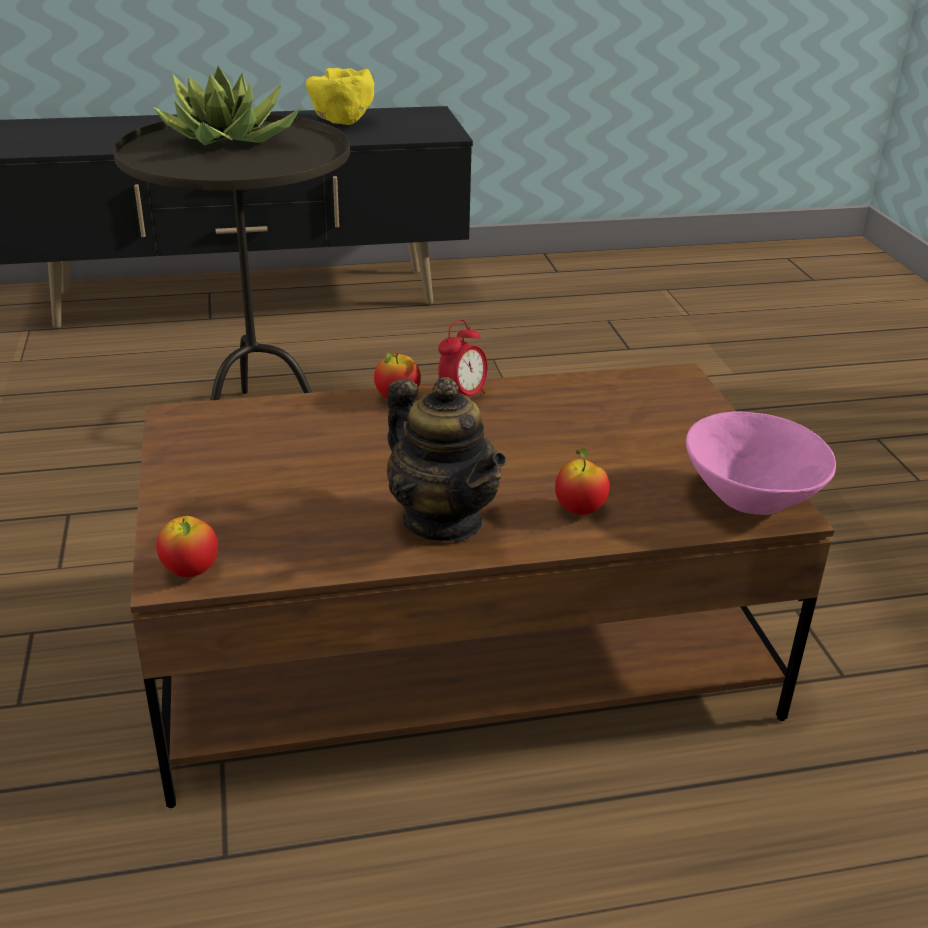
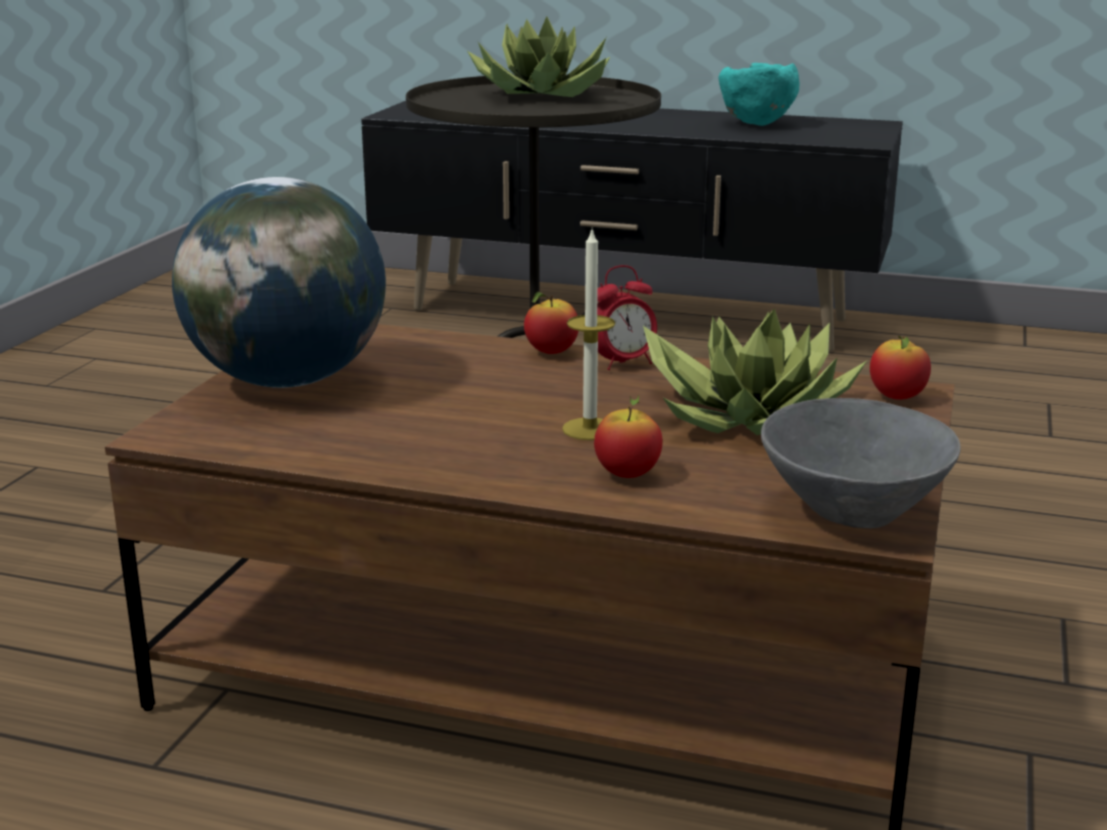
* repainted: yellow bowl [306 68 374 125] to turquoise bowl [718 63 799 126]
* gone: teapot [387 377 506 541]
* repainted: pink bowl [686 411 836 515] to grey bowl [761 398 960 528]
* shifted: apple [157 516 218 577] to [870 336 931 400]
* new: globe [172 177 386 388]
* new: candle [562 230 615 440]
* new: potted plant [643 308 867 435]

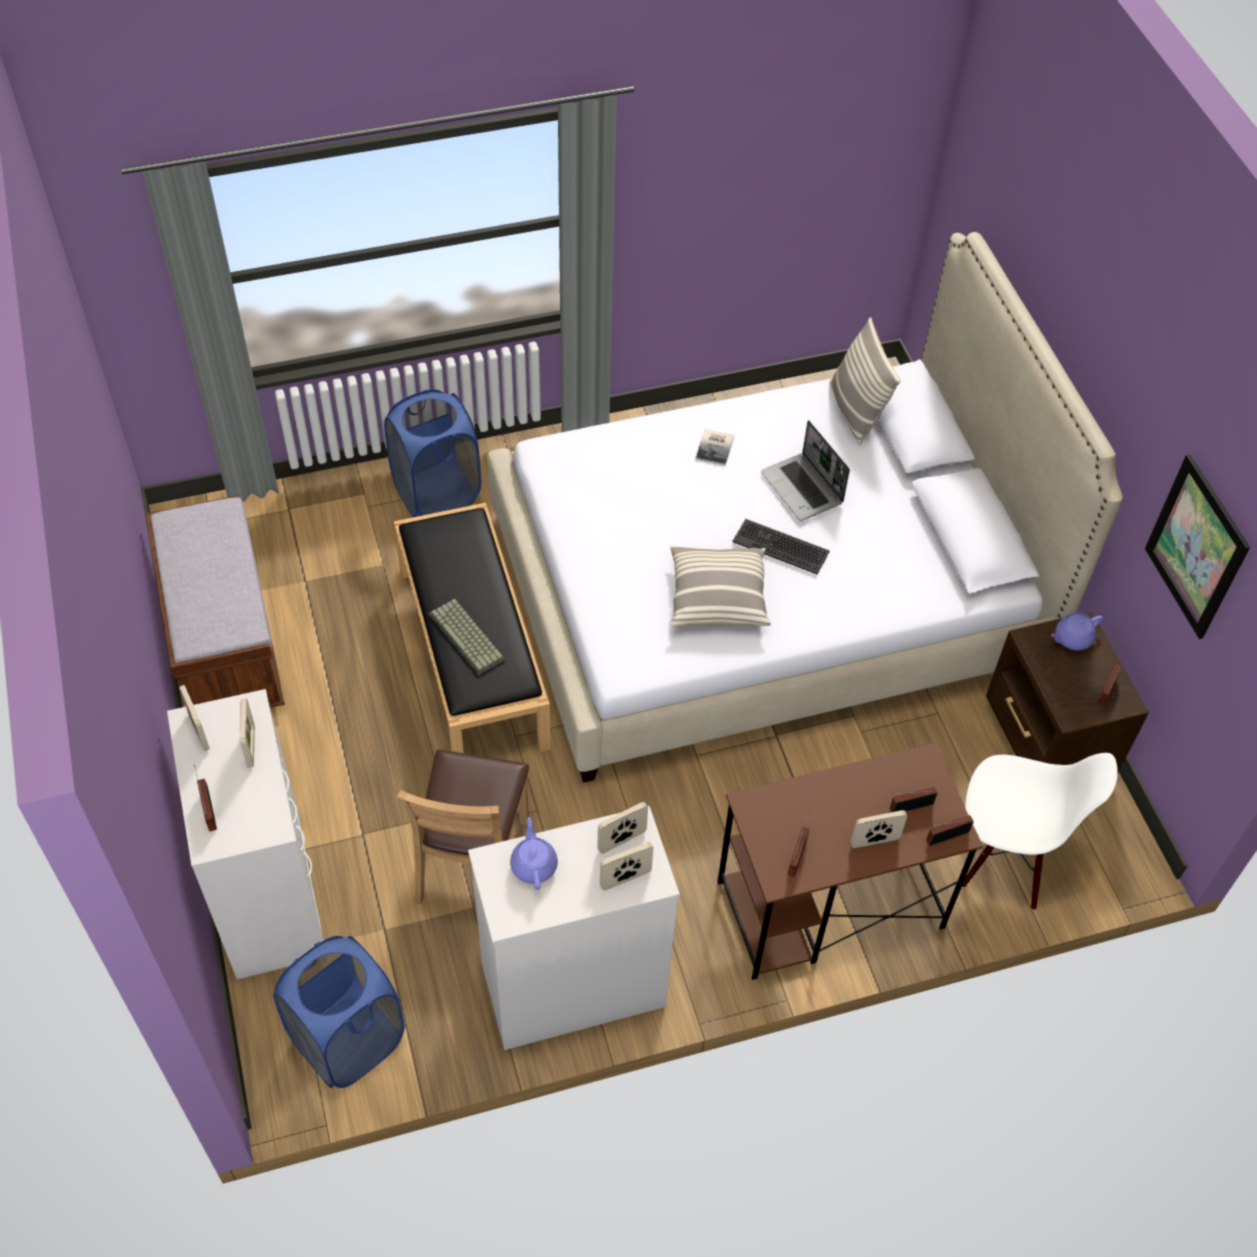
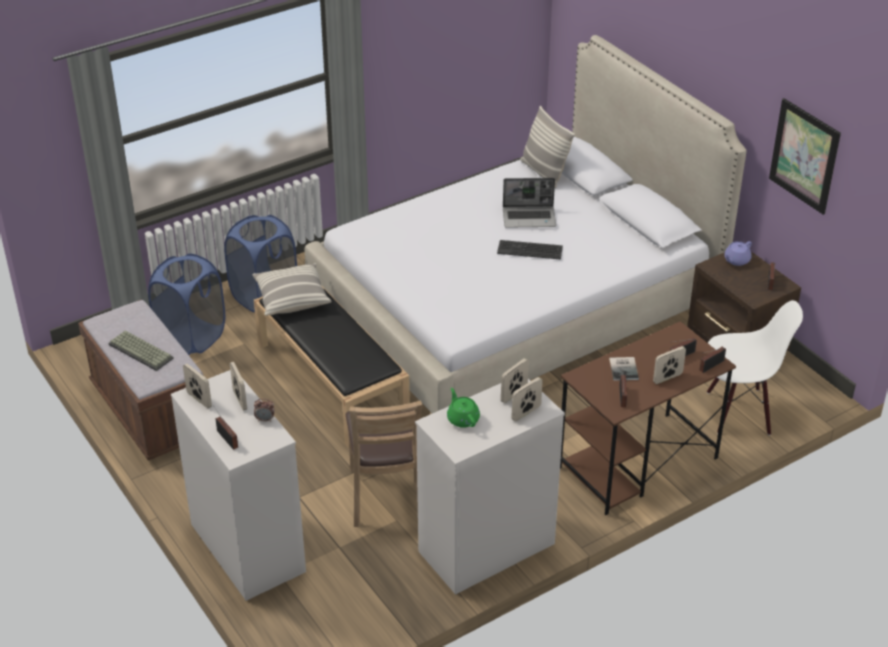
* rotated: laptop [761 420 850 521] = [503 178 556 228] 45 degrees counterclockwise
* shifted: book [695 429 734 466] to [609 357 639 381]
* shifted: pillow [670 545 771 626] to [252 263 332 316]
* shifted: keyboard [428 599 506 676] to [108 330 174 371]
* repainted: purple teapot [510 817 558 890] to green teapot [447 388 480 428]
* shifted: blue laundry basket [273 936 405 1088] to [148 253 225 355]
* new: alarm clock [254 399 274 422]

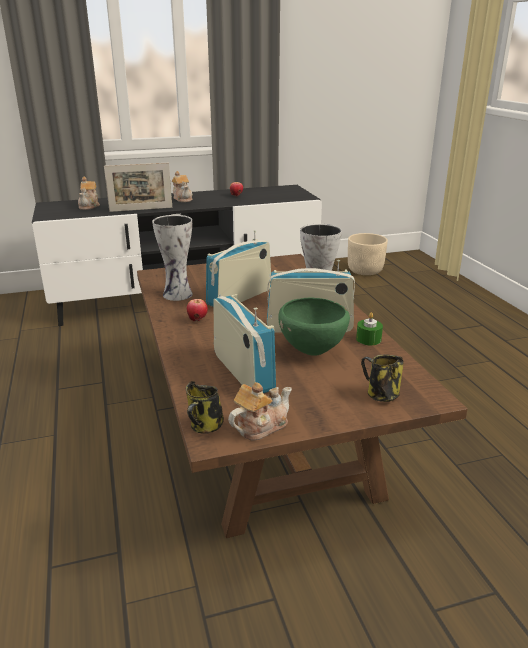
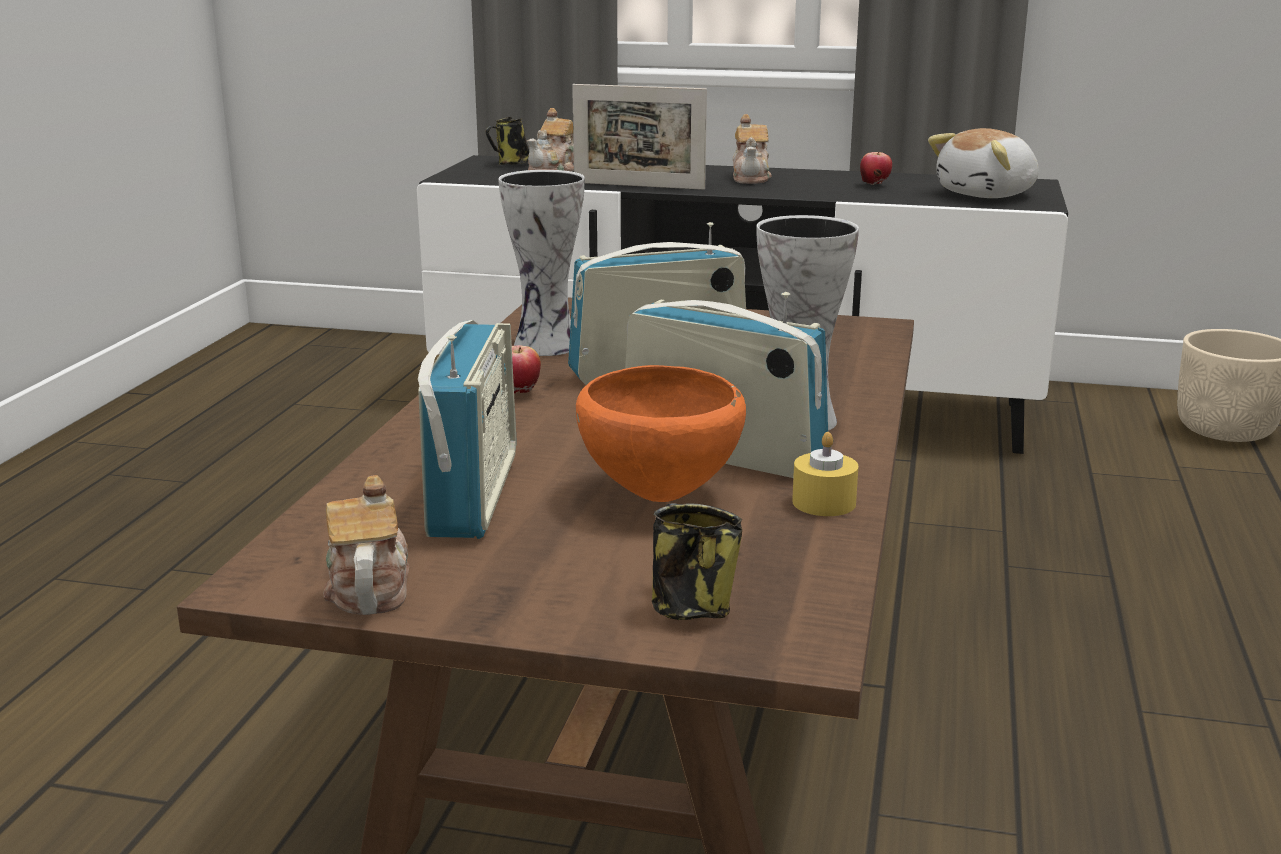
* repainted: green bowl [278 298 350 356] to orange bowl [576 365 746 502]
* repainted: green candle [356 312 383 345] to yellow candle [792 432 859 516]
* shifted: mug [186 381 224 434] to [485 117 529 165]
* rotated: teapot [228 382 292 440] = [323 475 409 615] 90 degrees counterclockwise
* new: plush toy [928 128 1039 198]

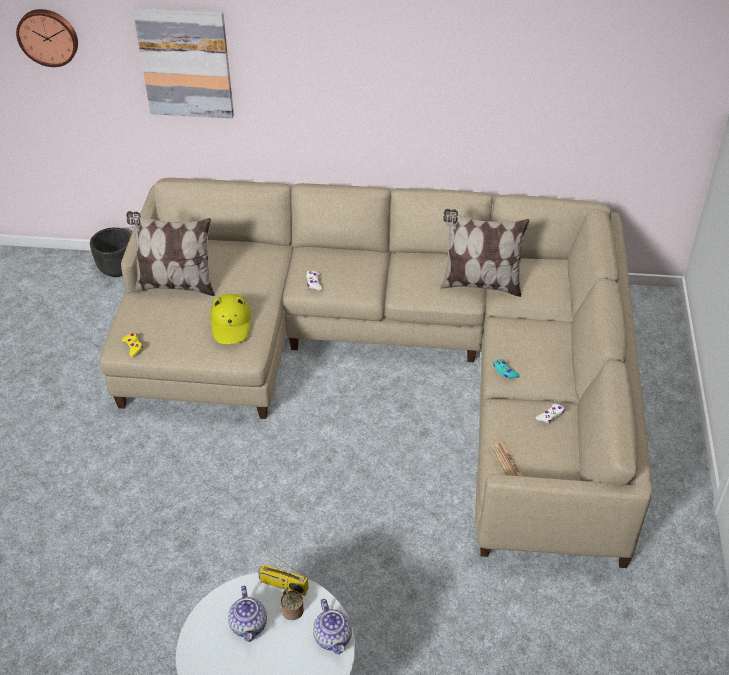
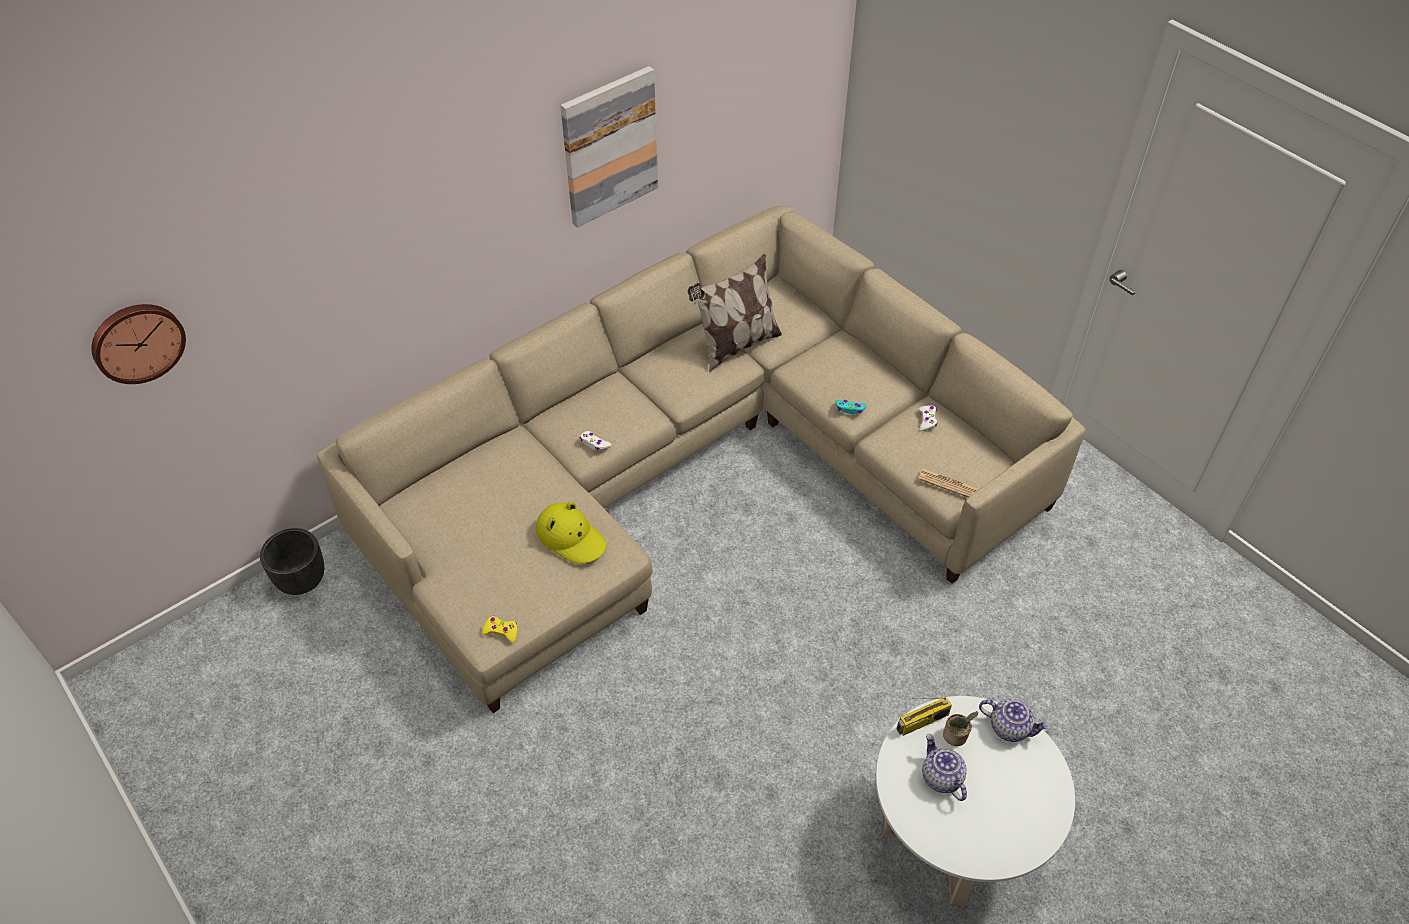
* shifted: picture [133 8 234 118] to [560 66 658 228]
* gone: pillow [126 211 215 296]
* rotated: teapot [228 586 267 642] = [922 733 967 801] 150 degrees counterclockwise

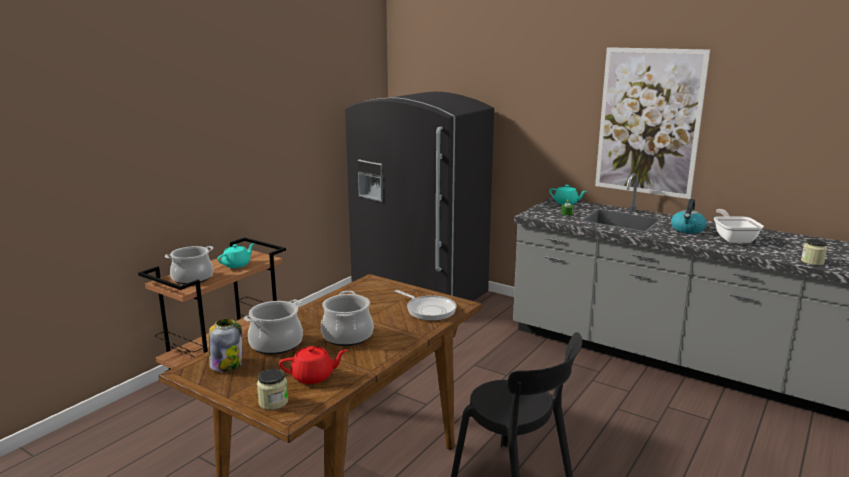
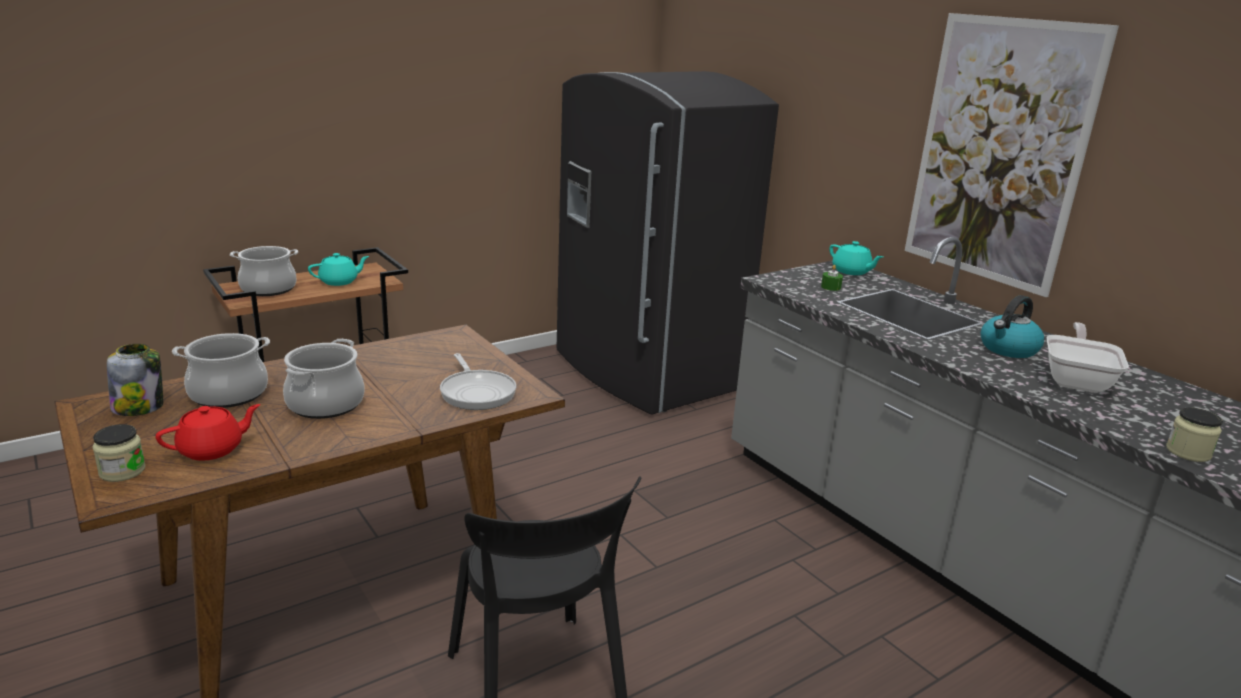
* rotated: red teapot [279 346 347 384] = [156 404 261 461] 45 degrees counterclockwise

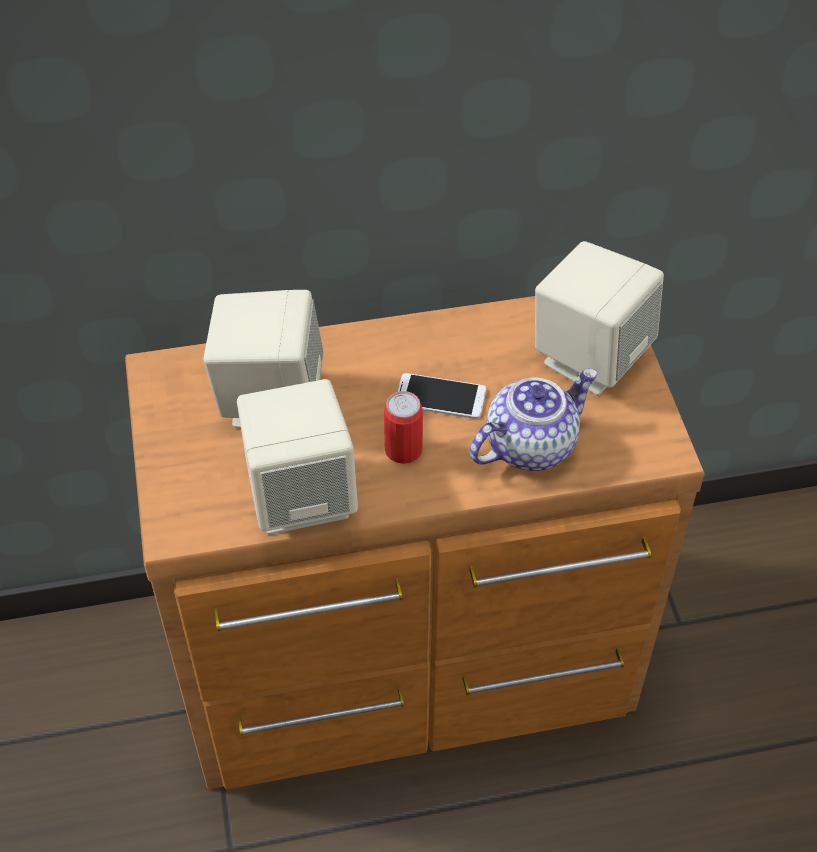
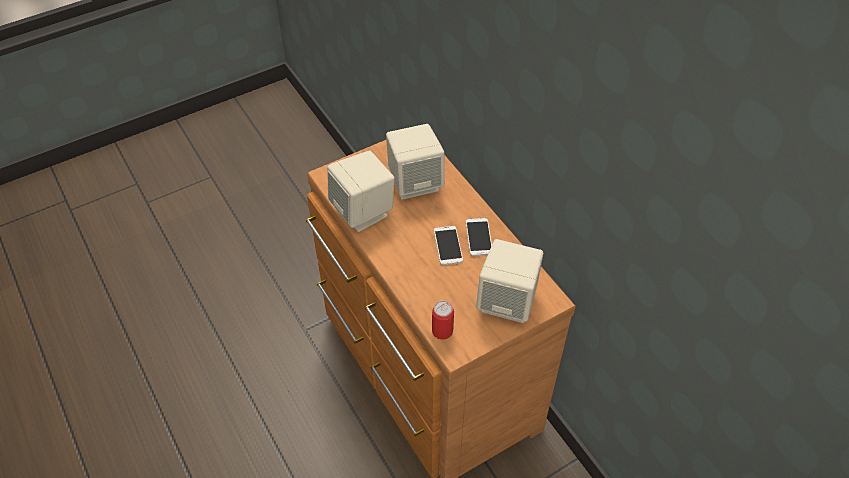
* gone: teapot [469 368 598 471]
* shifted: can [384 391 423 464] to [432 301 454 340]
* new: phone [466 218 492 256]

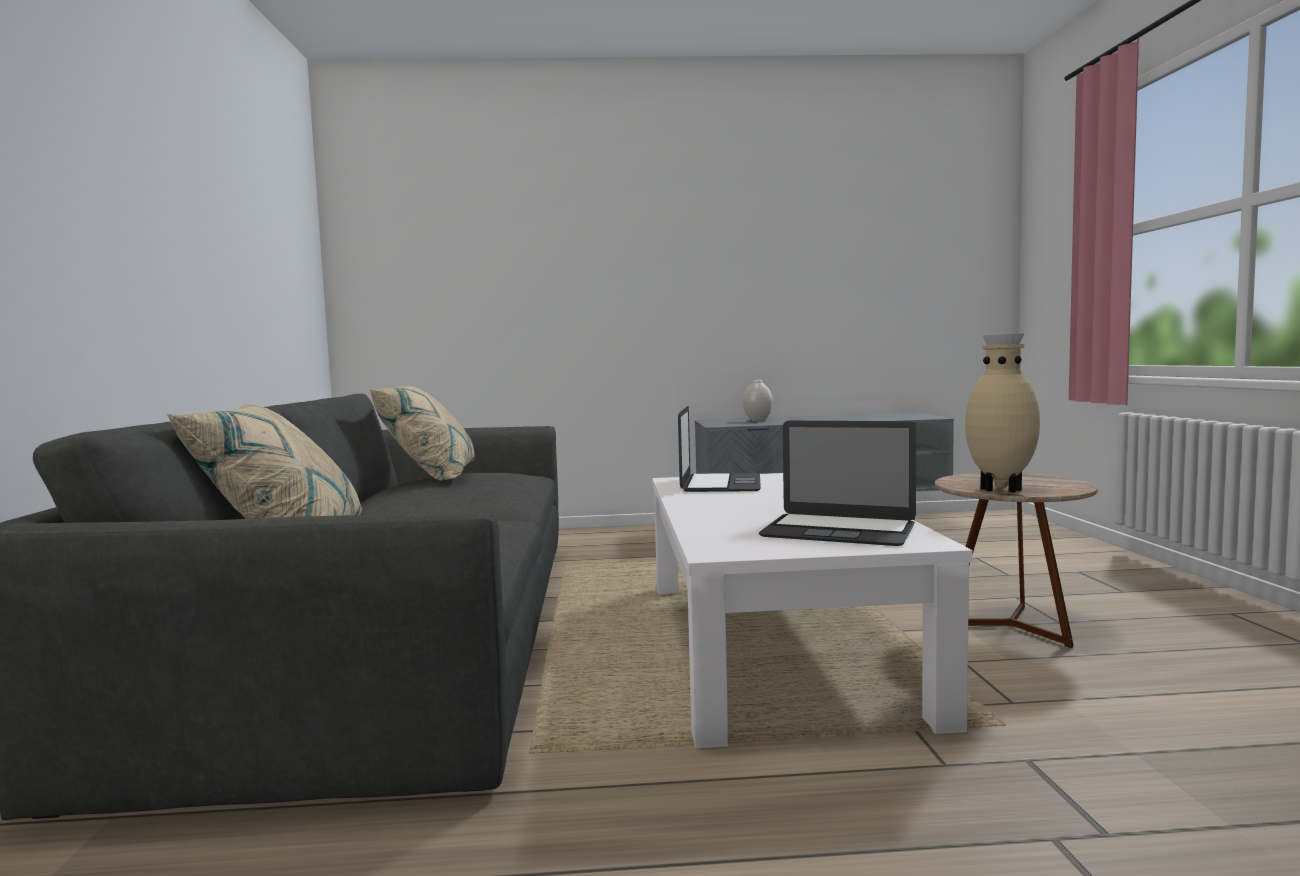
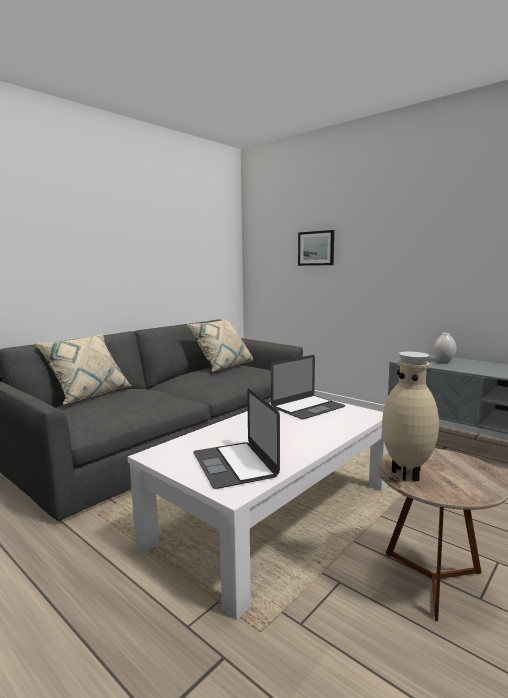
* new: picture [298 230 334 266]

